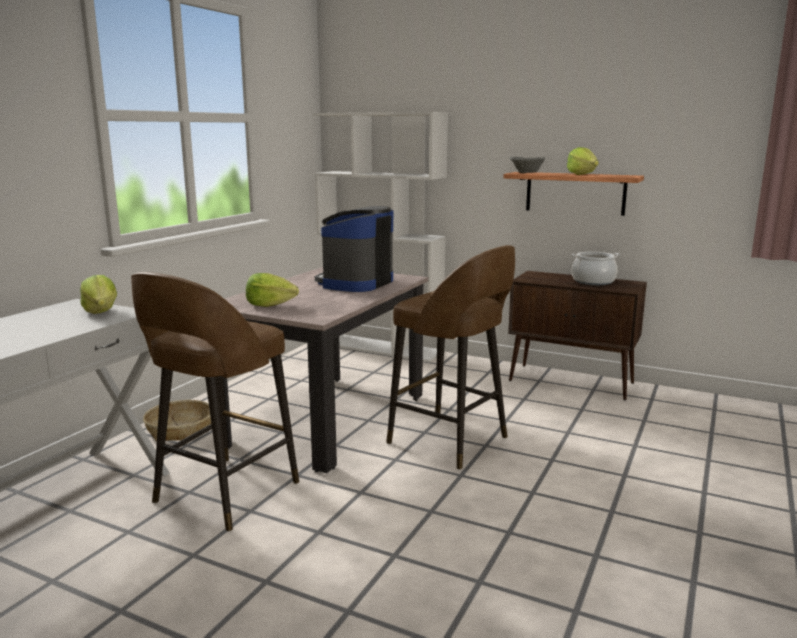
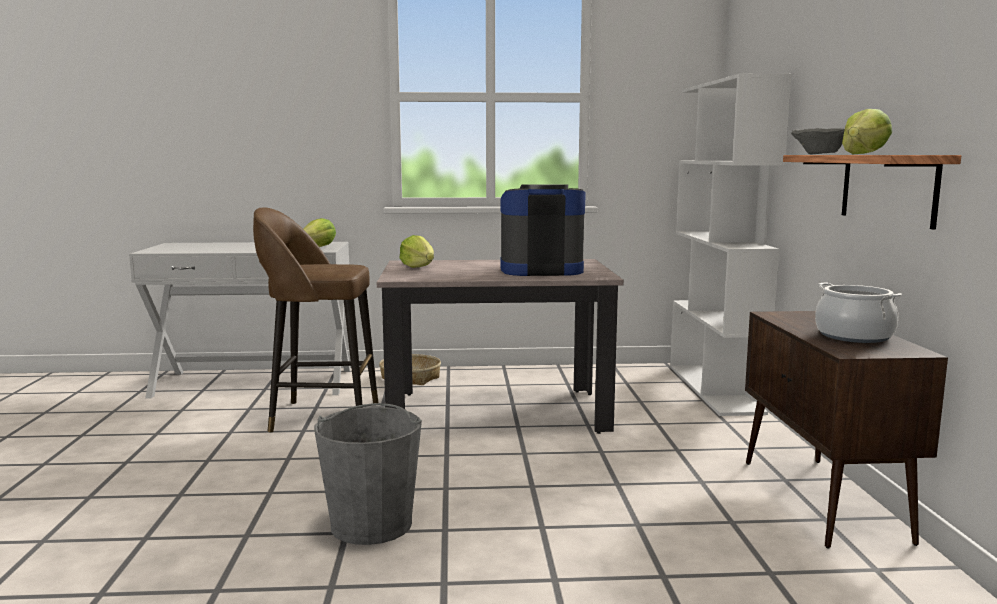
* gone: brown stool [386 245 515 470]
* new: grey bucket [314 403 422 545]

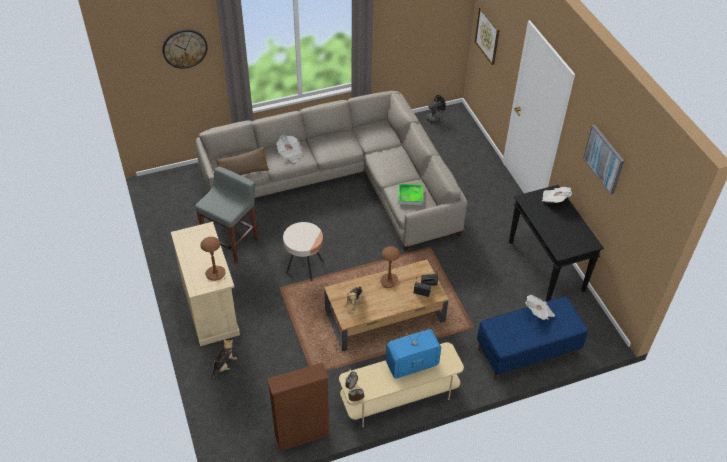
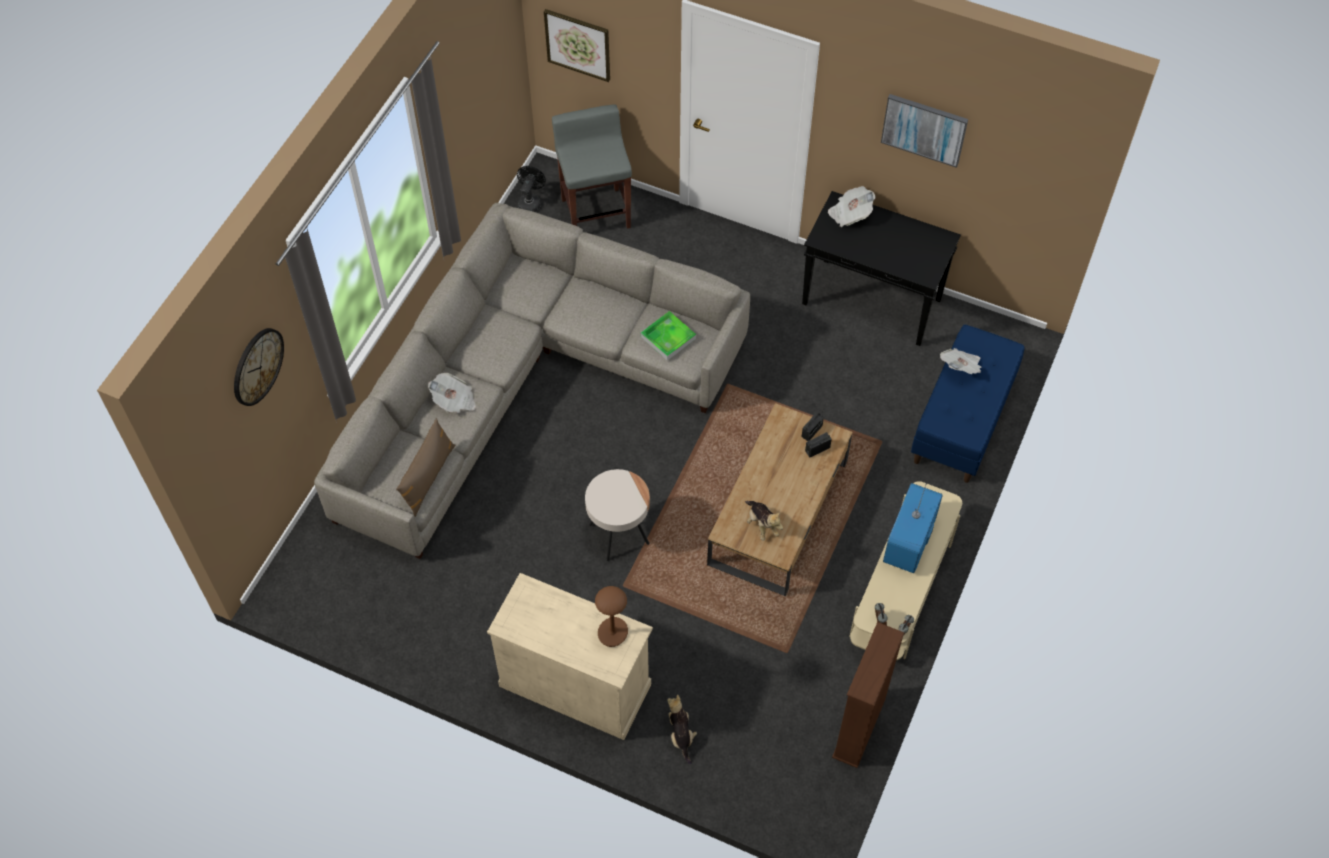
* shifted: grey stool [195 166 258 263] to [552 104 632 229]
* gone: brown table lamp [380 246 400 288]

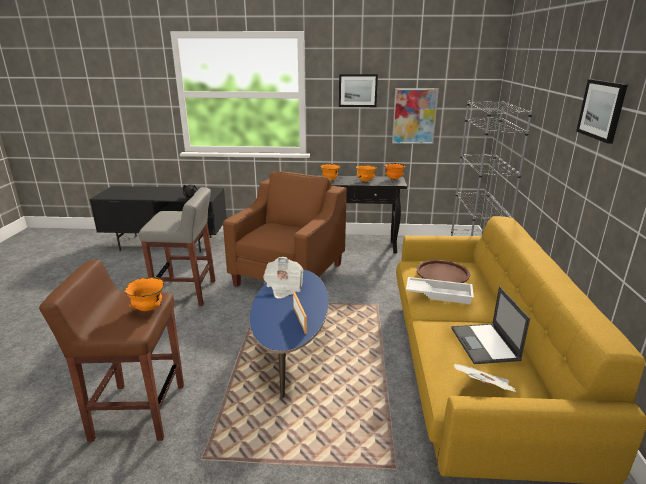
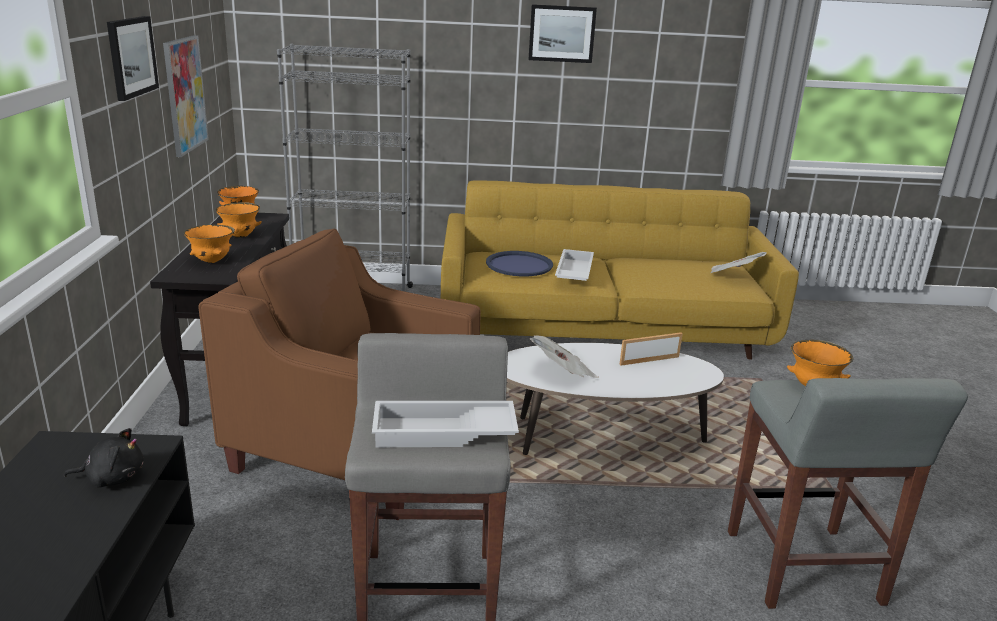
* repainted: brown stool [39 260 184 442] to grey stool [728 378 968 609]
* repainted: brown tray [417 260 470 283] to blue tray [486 251 553 276]
* repainted: blue coffee table [250 269 329 398] to white coffee table [507 343 724 455]
* gone: laptop [451 286 530 364]
* new: white tray [372 401 519 447]

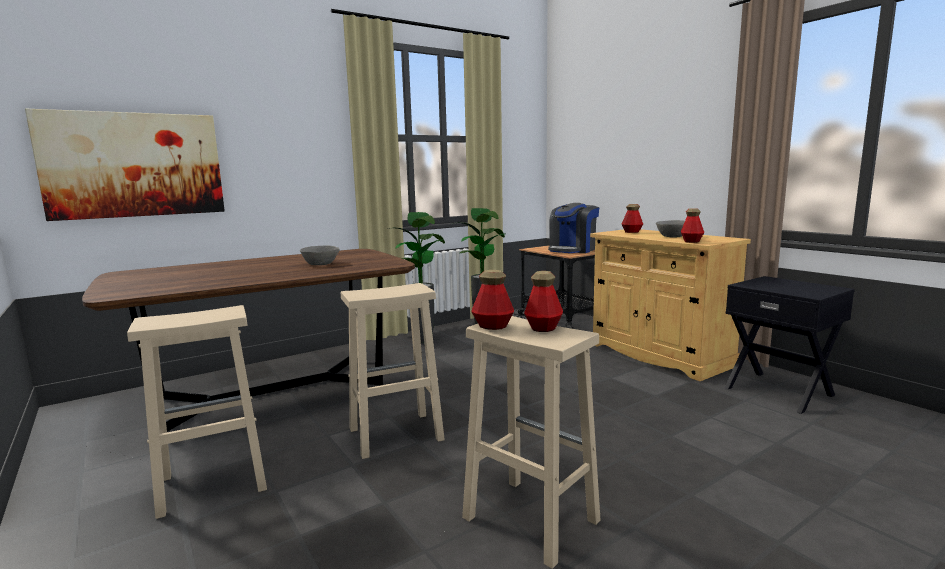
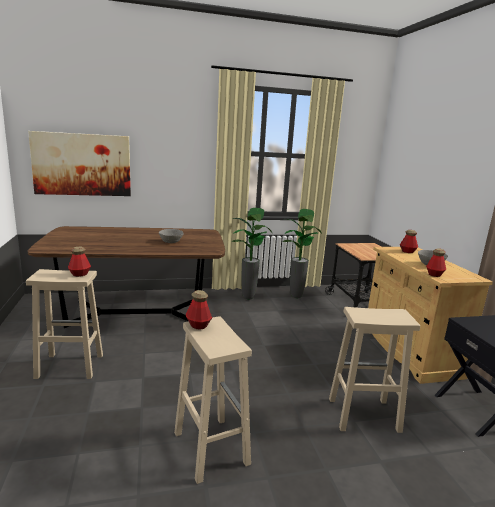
* gone: coffee machine [548 203 599 253]
* shifted: bottle [524 271 563 332] to [68 247 91 277]
* shifted: beige stool [341 283 445 459] to [329 307 420 433]

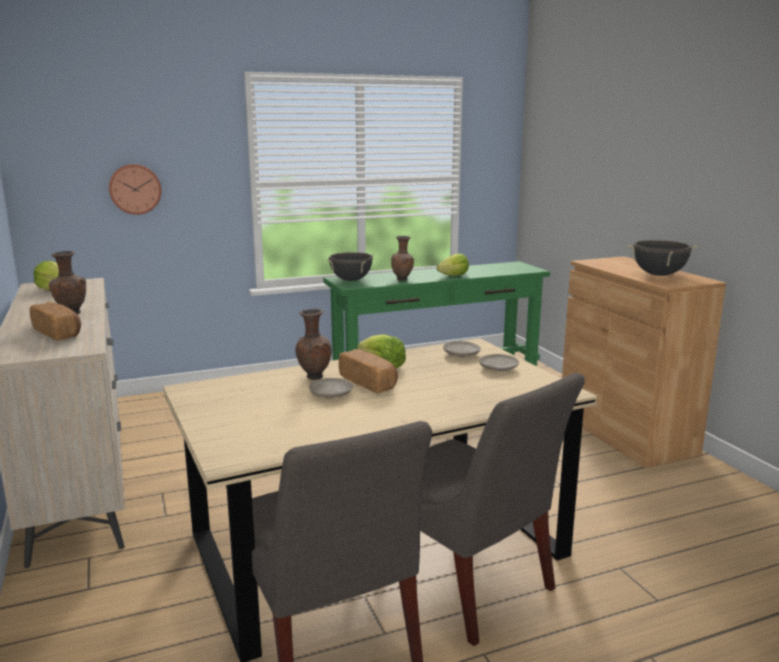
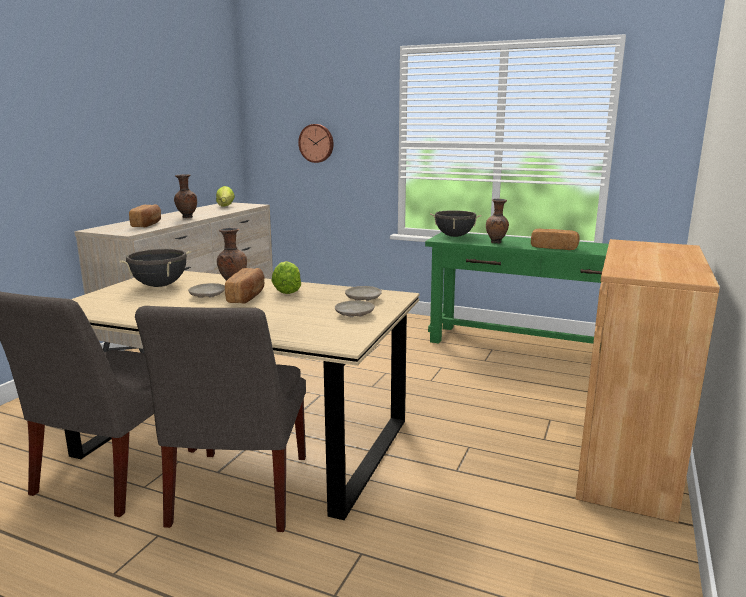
* shifted: black cooking pot [627 240 698 276] to [120 249 191 287]
* swapped: lettuce [437 253 469 276] to bread [531 229 580 250]

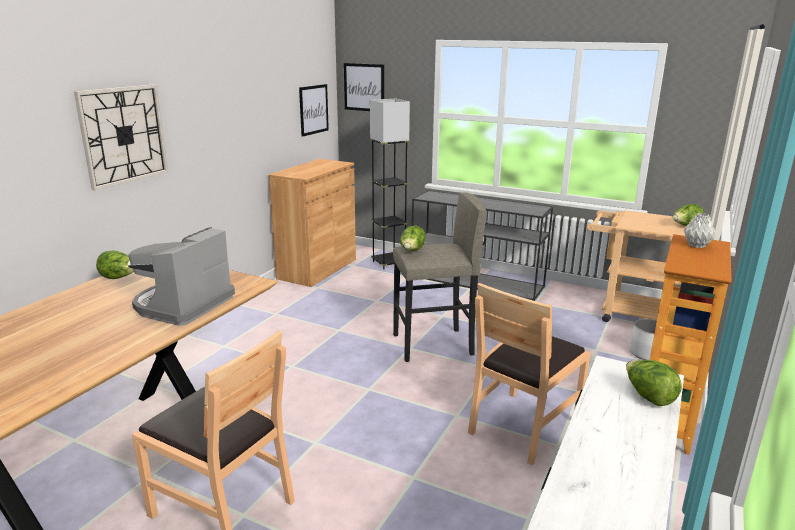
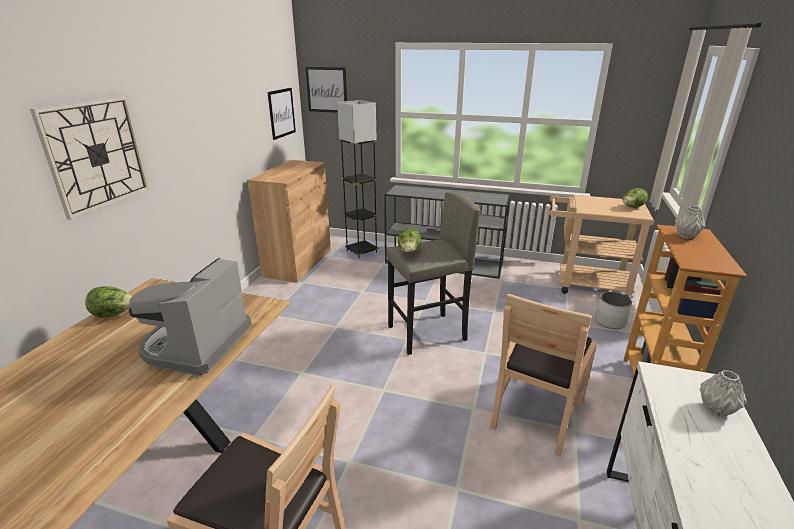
* swapped: lettuce [626 360 682 406] to grey vase [700 370 747 417]

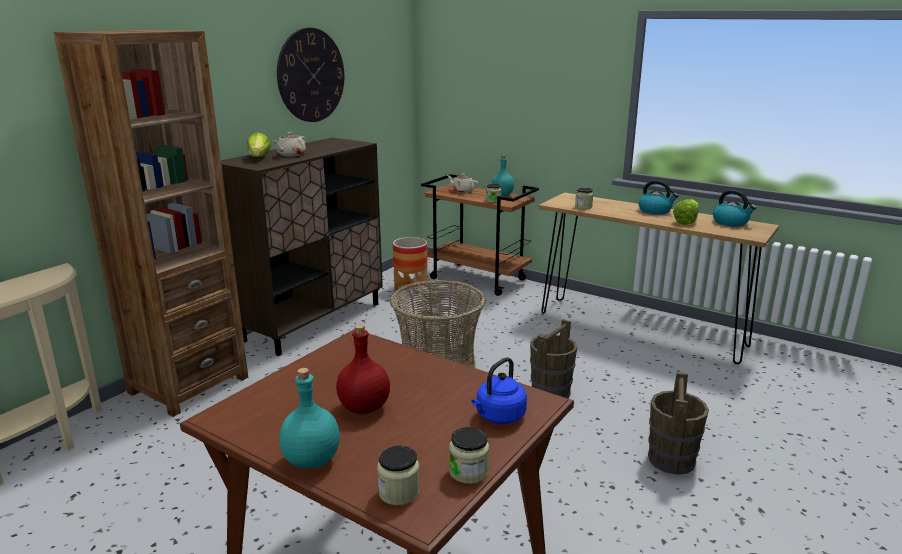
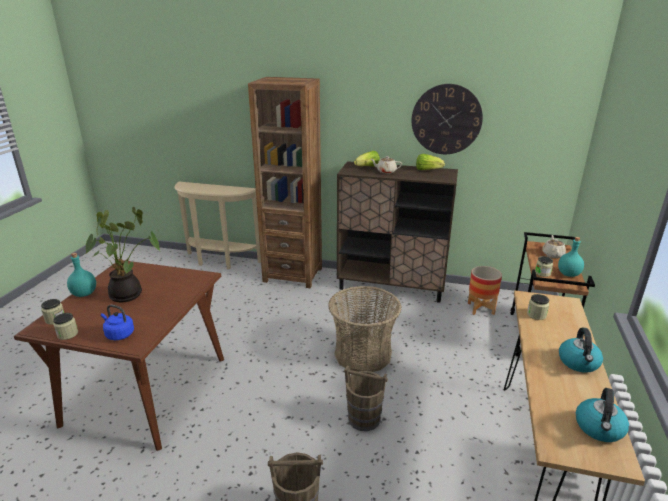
* shifted: lettuce [673 199 698 225] to [416 154 445 170]
* swapped: red bottle [336 324 390 414] to potted plant [86 207 160 302]

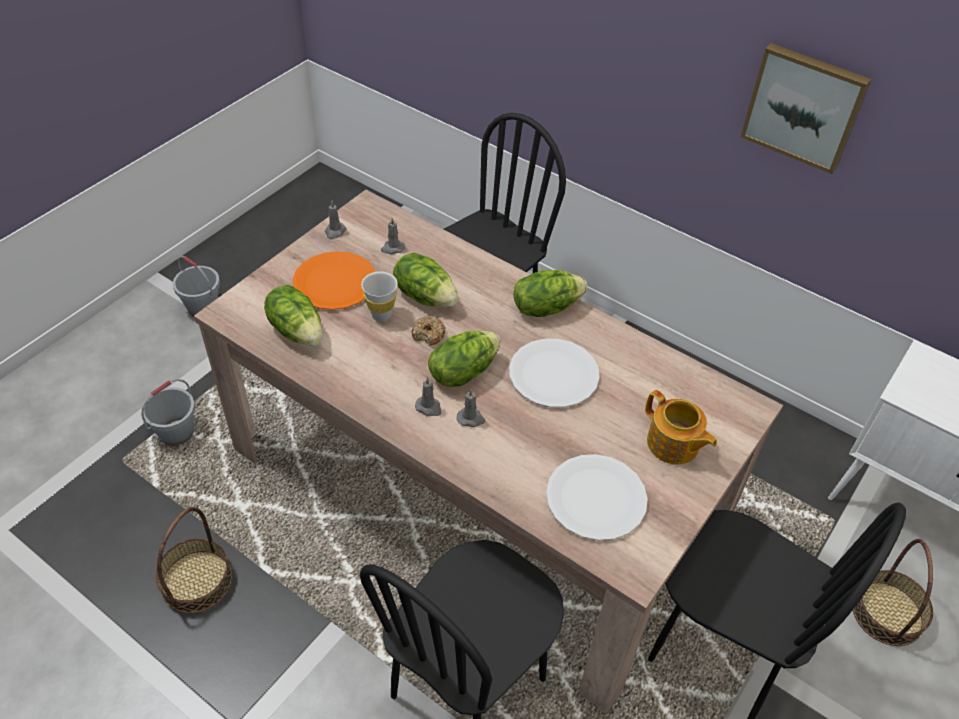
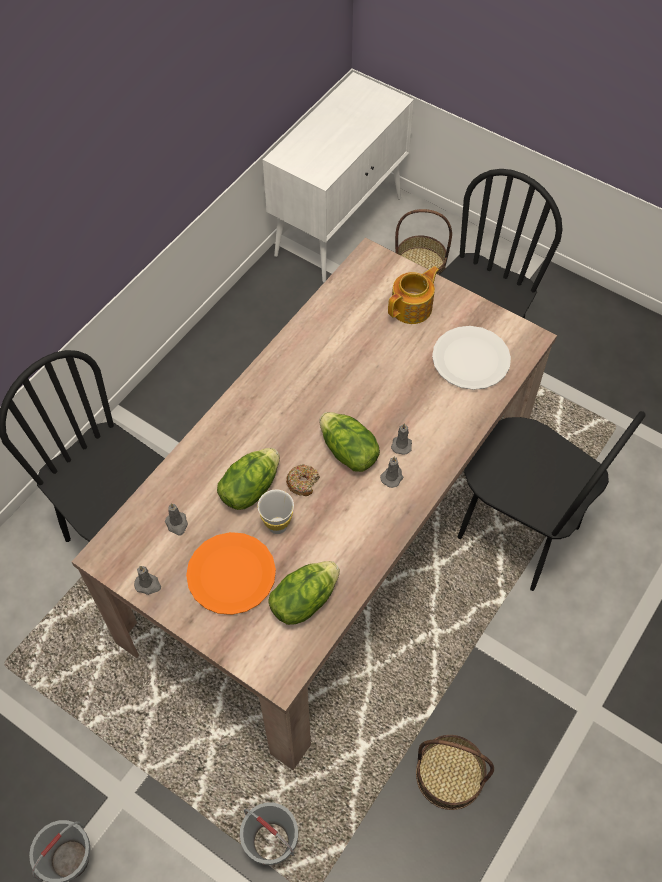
* gone: picture [740 43 871 174]
* gone: lettuce [514 270 587 317]
* gone: white plate [509 339 600 407]

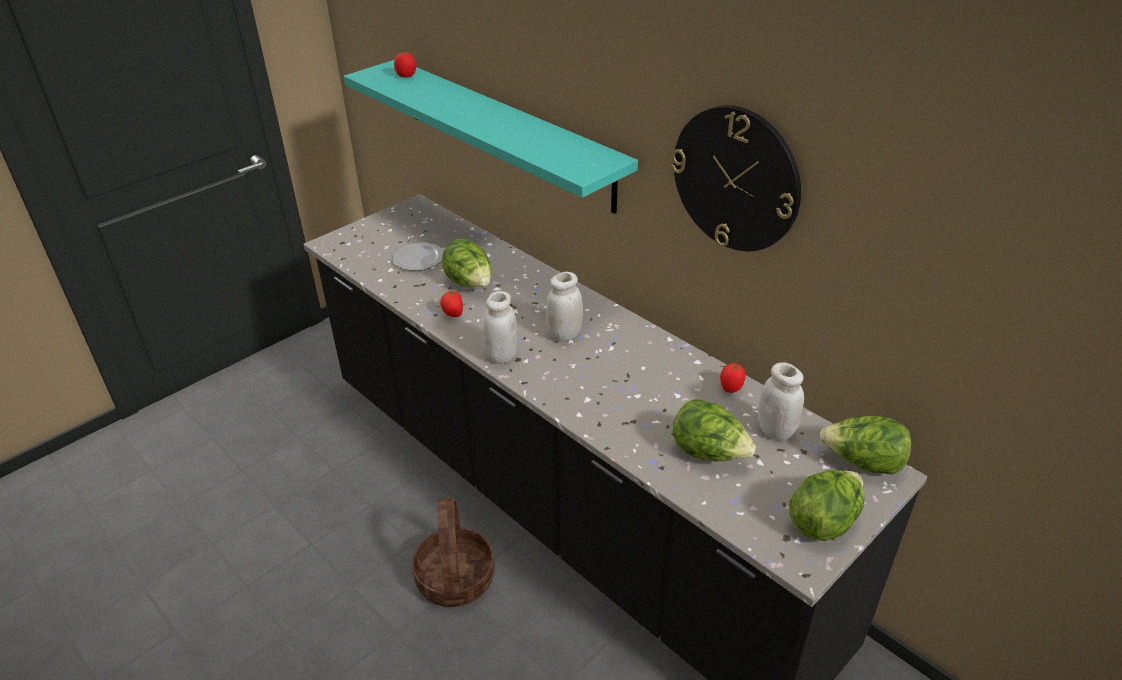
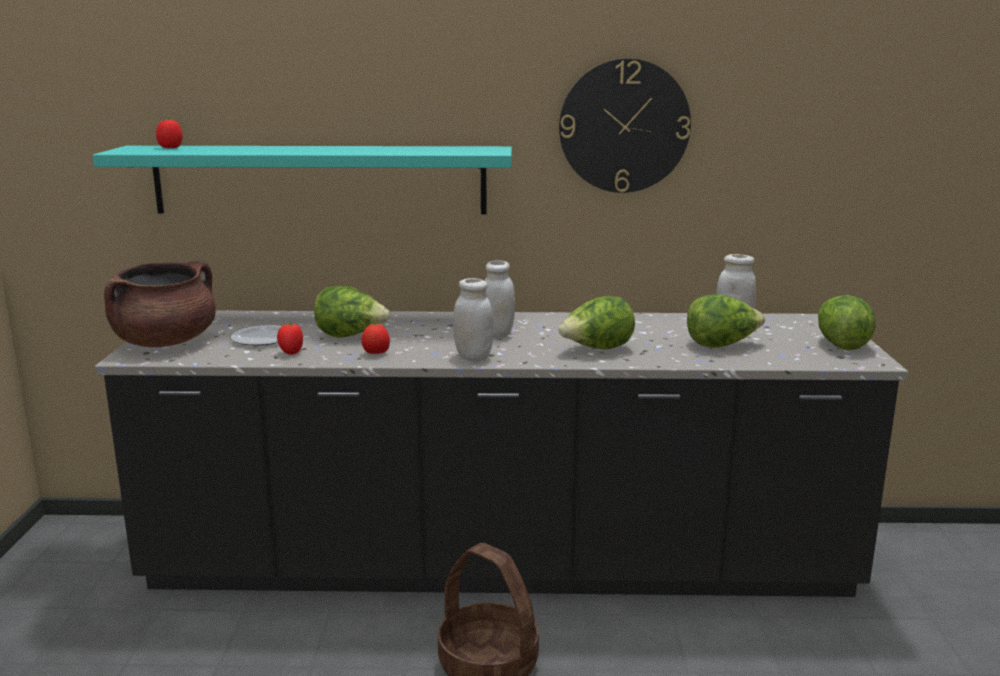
* shifted: tomato [720 363 746 393] to [277 323 303 355]
* shifted: lettuce [820 416 911 475] to [558 296 635 349]
* new: brown cooking pot [104 261 216 347]

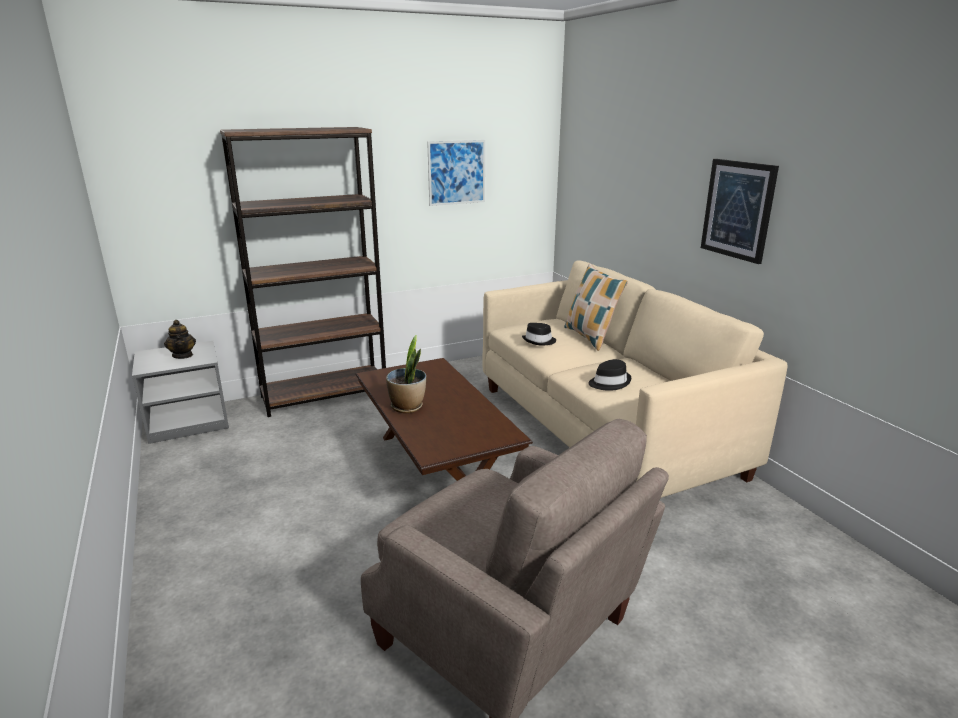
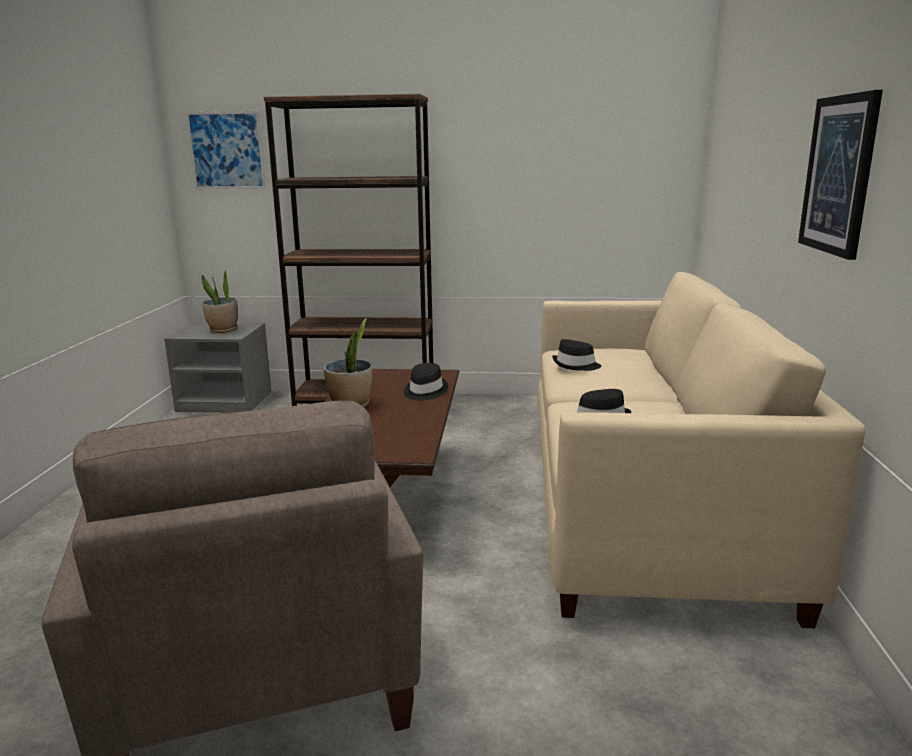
* shifted: picture [427 140 485 206] to [186 111 266 189]
* gone: pillow [564 263 628 351]
* swapped: teapot [164 320 196 359] to potted plant [201 270 238 333]
* new: black hat [404 363 448 400]

